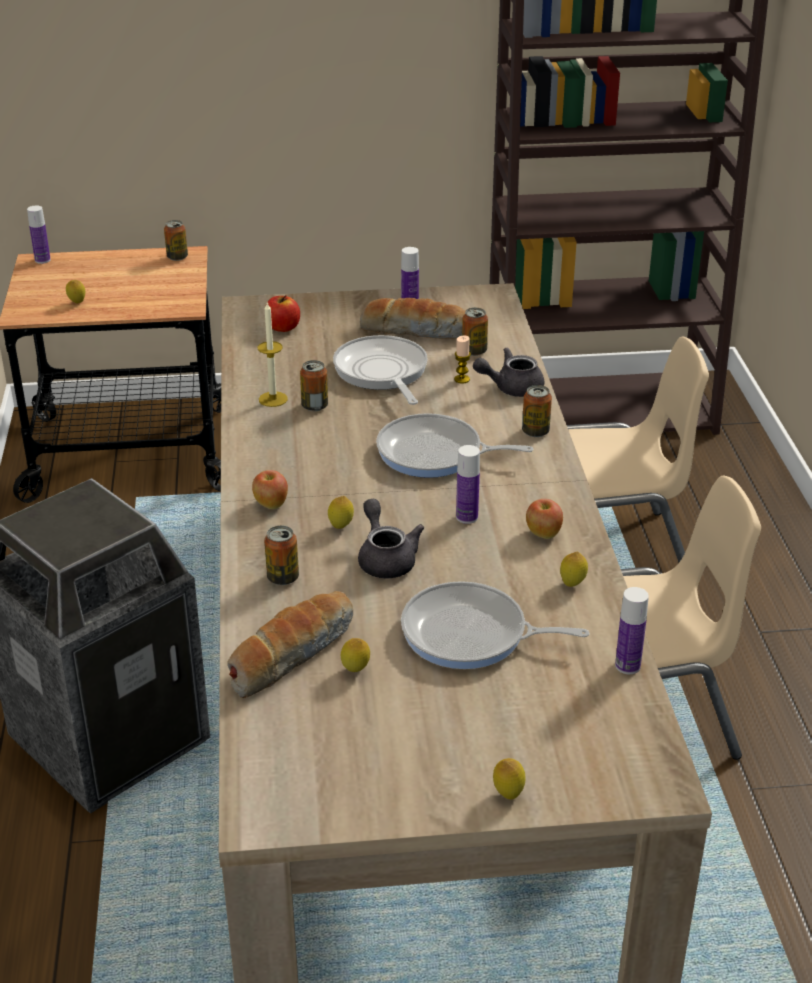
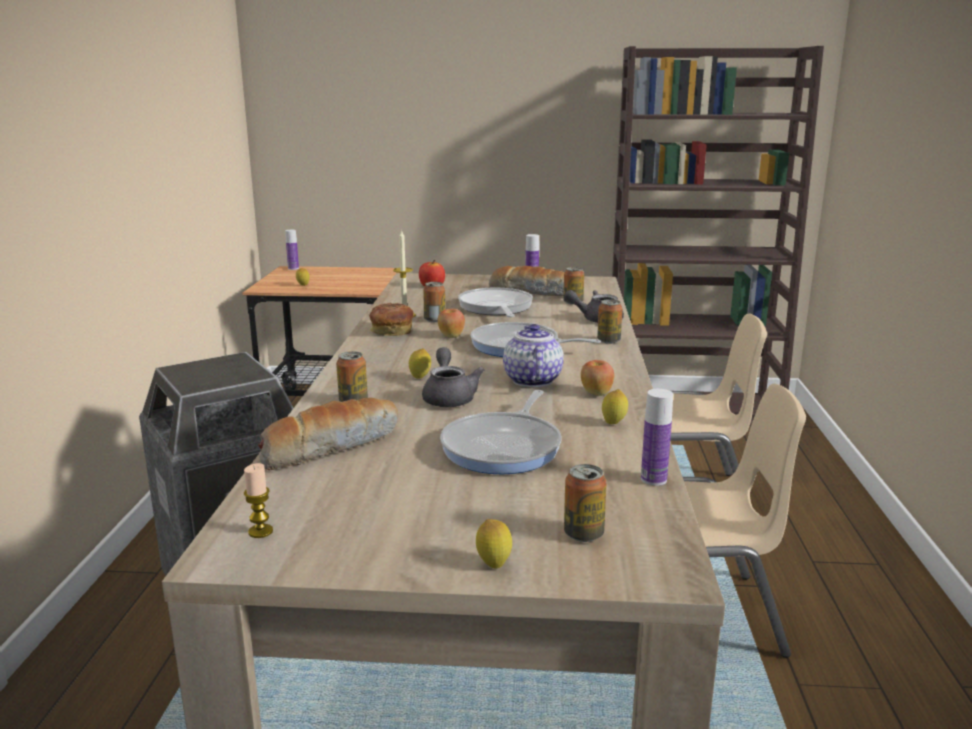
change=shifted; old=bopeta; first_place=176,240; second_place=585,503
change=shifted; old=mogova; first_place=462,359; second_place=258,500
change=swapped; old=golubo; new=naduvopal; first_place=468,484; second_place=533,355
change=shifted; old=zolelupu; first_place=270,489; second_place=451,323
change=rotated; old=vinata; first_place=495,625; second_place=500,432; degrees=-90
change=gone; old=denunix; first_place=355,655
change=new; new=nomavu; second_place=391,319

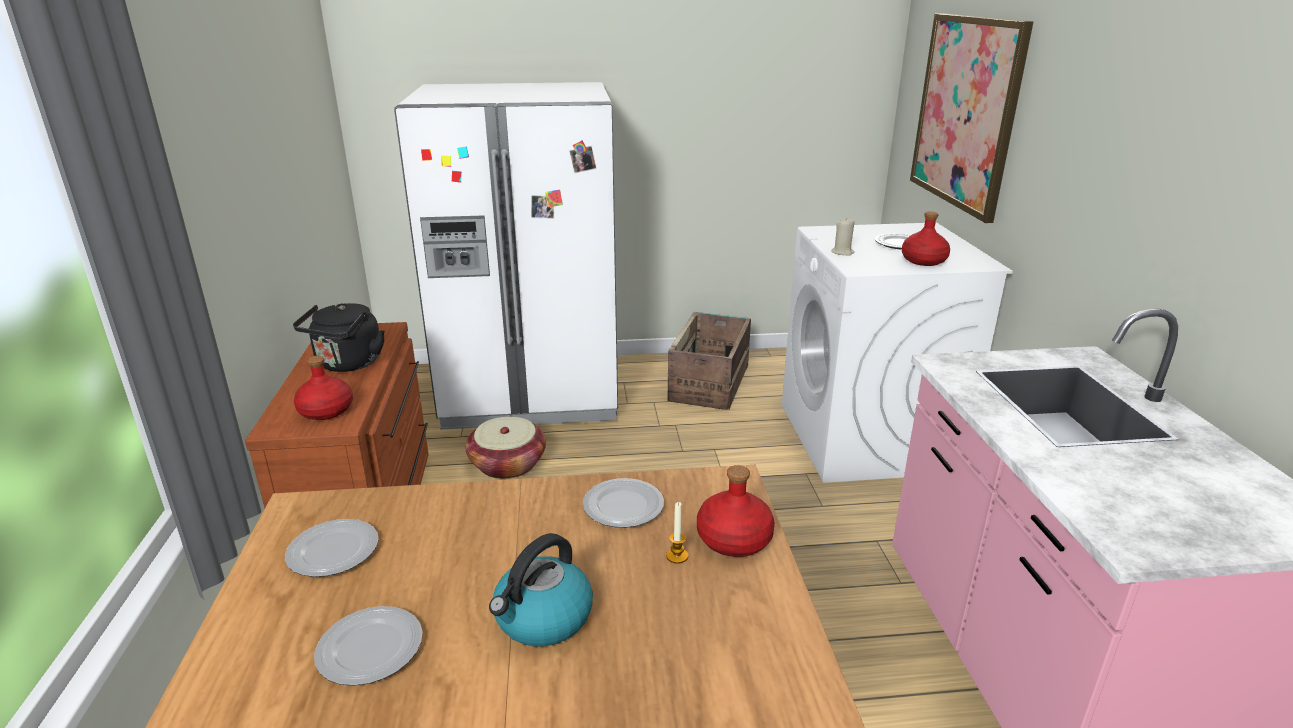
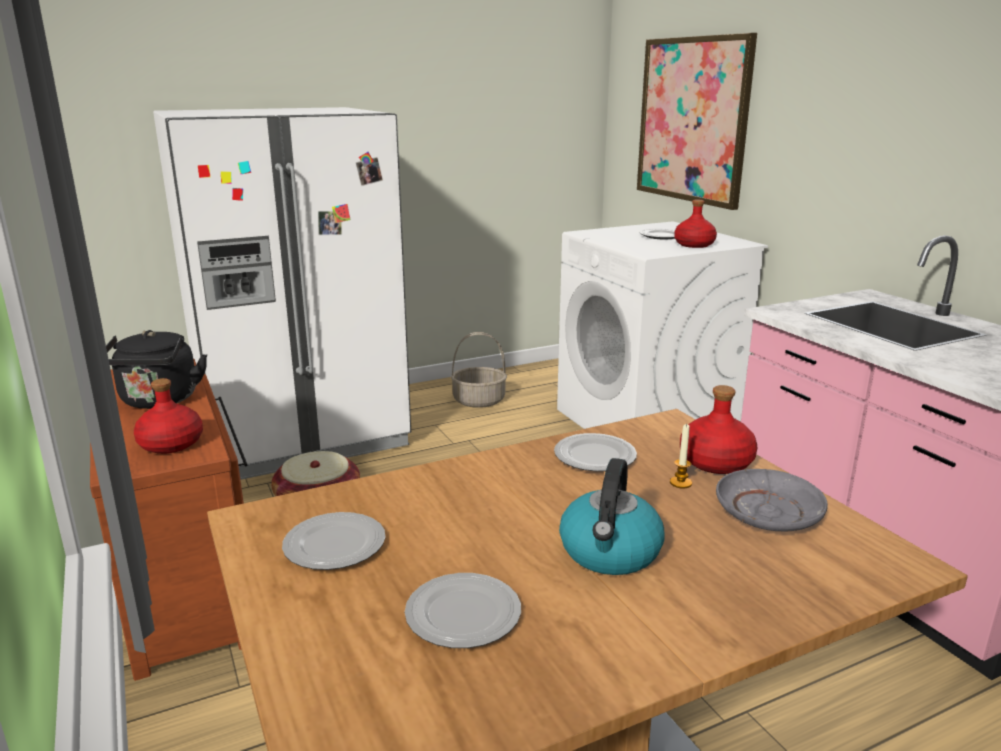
change=gone; old=beige_mogova; first_place=843,237
change=swapped; old=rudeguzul; new=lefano; first_place=709,361; second_place=479,370
change=new; new=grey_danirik; second_place=772,500

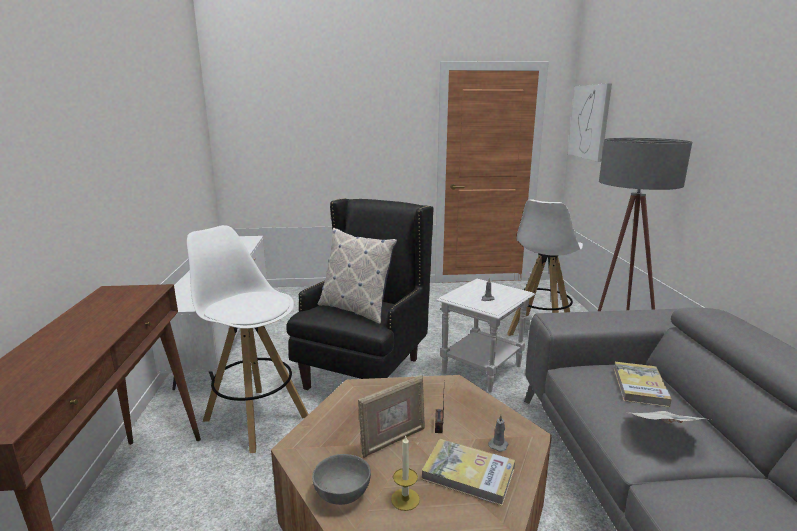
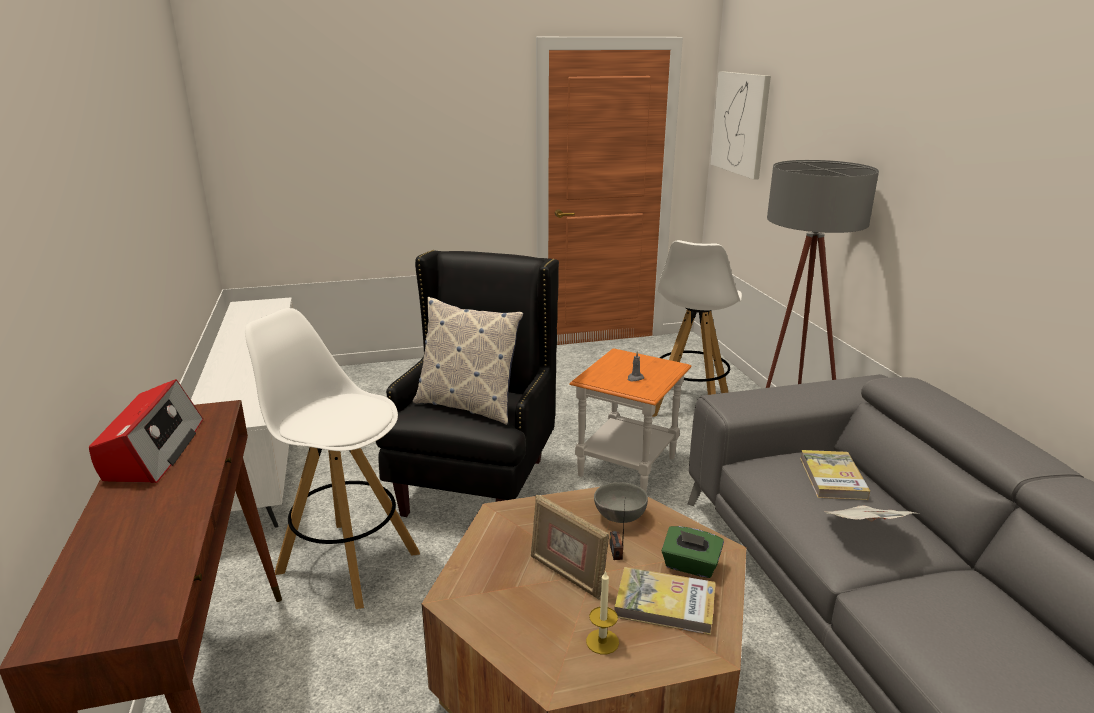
change=repainted; old=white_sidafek; new=orange_sidafek; first_place=485,335; second_place=630,420
change=rotated; old=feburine; first_place=391,416; second_place=570,547; degrees=90
change=swapped; old=grey_mogova; new=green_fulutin; first_place=498,433; second_place=692,552
change=shifted; old=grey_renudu; first_place=341,479; second_place=621,502
change=new; new=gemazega; second_place=146,431

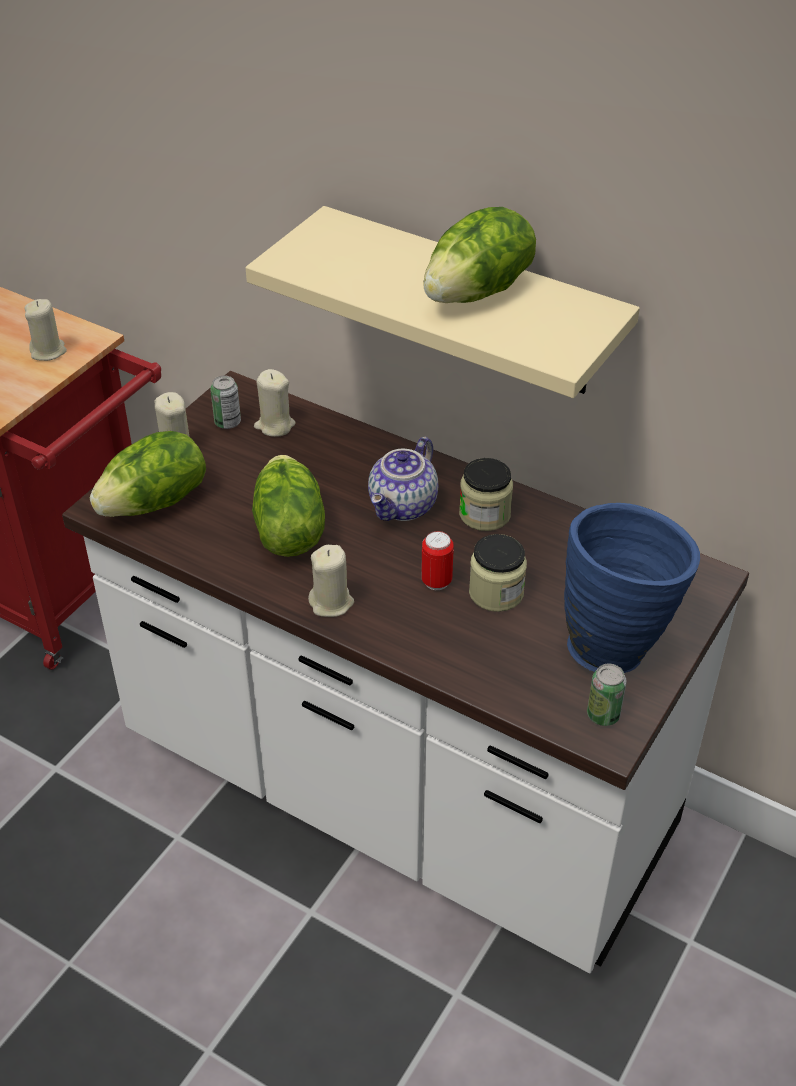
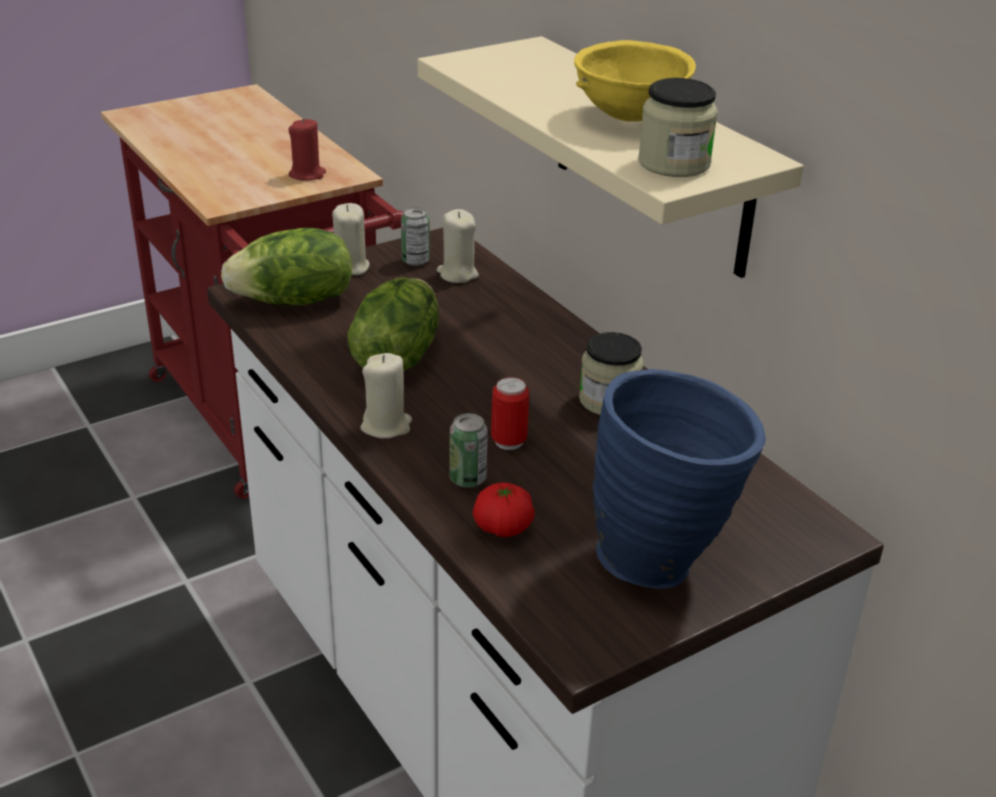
change=swapped; old=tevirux; new=yellow_renudu; first_place=479,255; second_place=635,81
change=repainted; old=beige_mogova; new=red_mogova; first_place=46,330; second_place=307,149
change=gone; old=naduvopal; first_place=403,479
change=shifted; old=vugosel; first_place=498,573; second_place=678,127
change=shifted; old=bopeta; first_place=607,695; second_place=468,450
change=new; new=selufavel; second_place=504,510

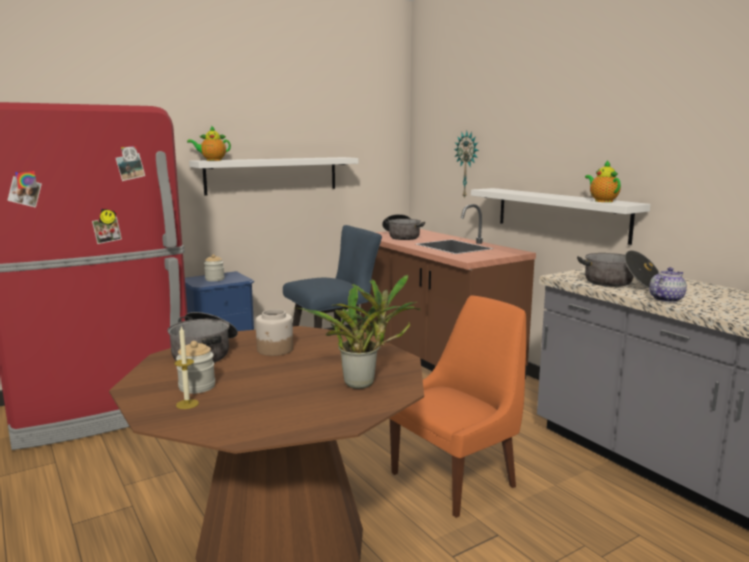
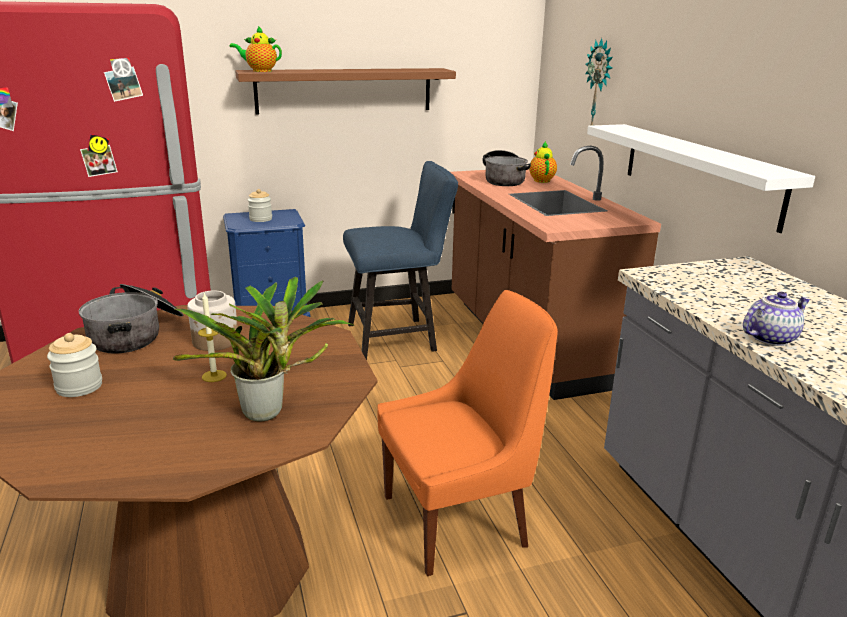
change=repainted; old=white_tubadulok; new=brown_tubadulok; first_place=273,176; second_place=345,91
change=shifted; old=naduvopal; first_place=603,181; second_place=543,162
change=gone; old=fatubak; first_place=618,269
change=shifted; old=mogova; first_place=186,367; second_place=212,337

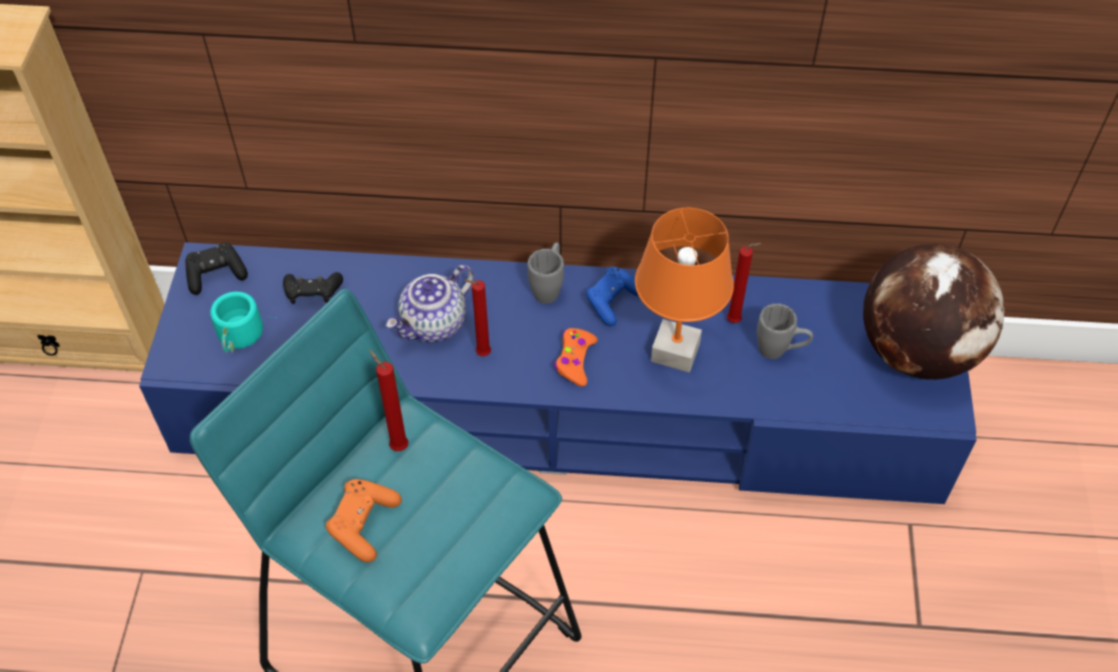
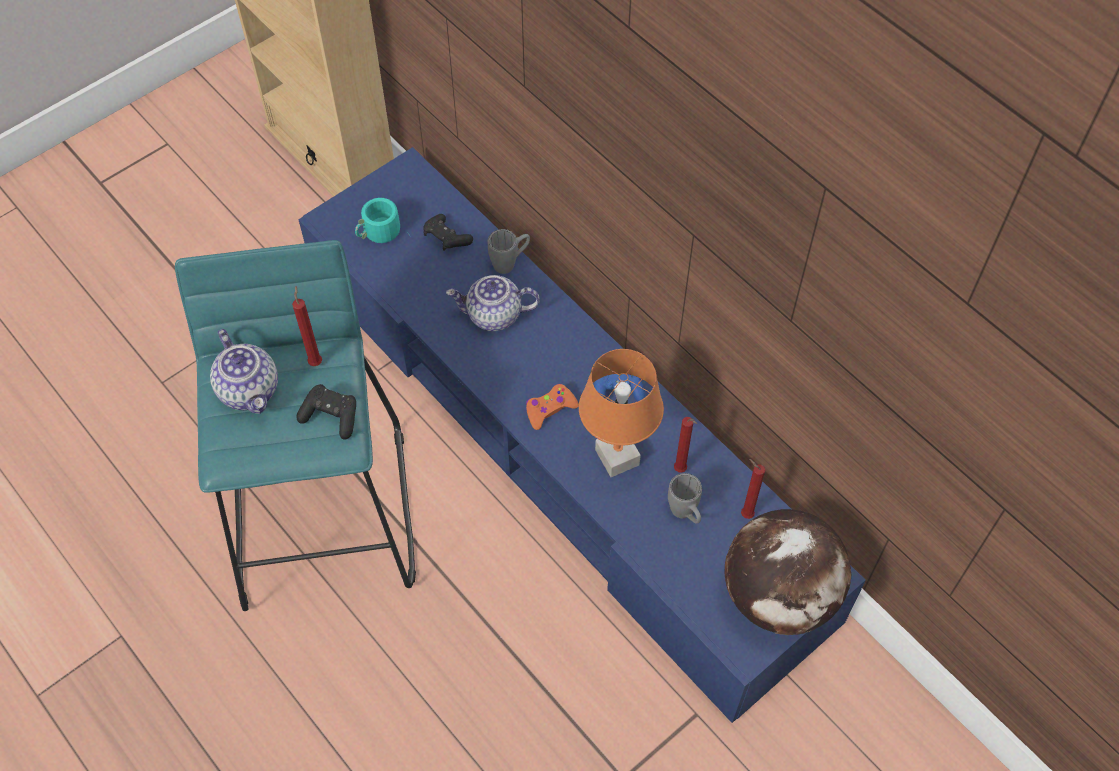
change=shifted; old=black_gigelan; first_place=216,268; second_place=326,411
change=shifted; old=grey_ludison; first_place=546,273; second_place=509,251
change=shifted; old=red_mogova; first_place=477,317; second_place=753,489
change=swapped; old=orange_gigelan; new=naduvopal; first_place=364,520; second_place=244,371

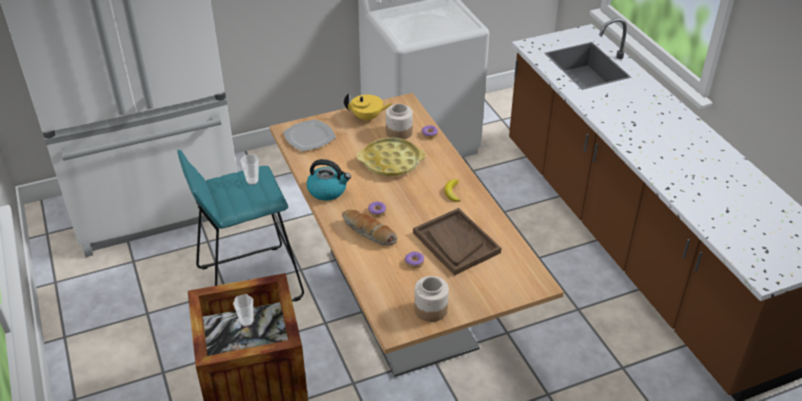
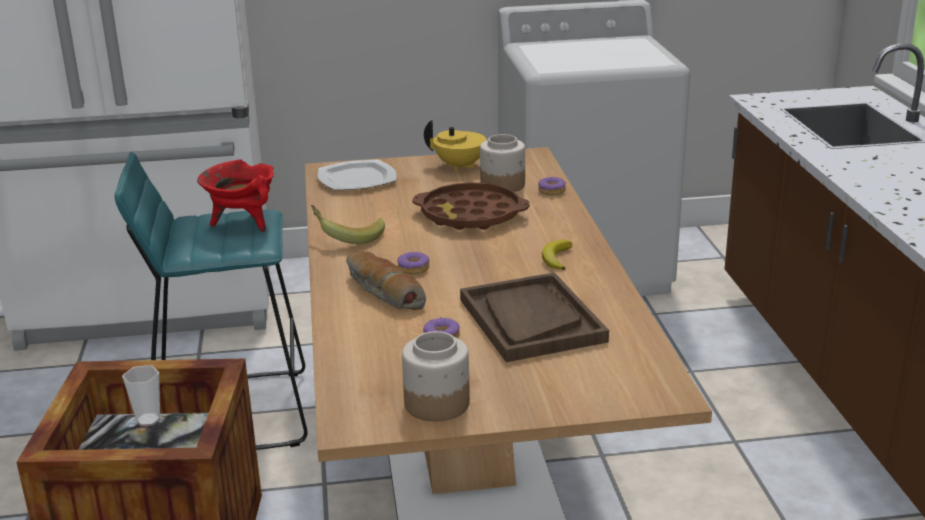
change=repainted; old=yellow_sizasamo; new=brown_sizasamo; first_place=391,157; second_place=470,206
change=swapped; old=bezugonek; new=red_fatubak; first_place=249,169; second_place=235,195
change=swapped; old=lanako; new=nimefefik; first_place=329,180; second_place=348,224

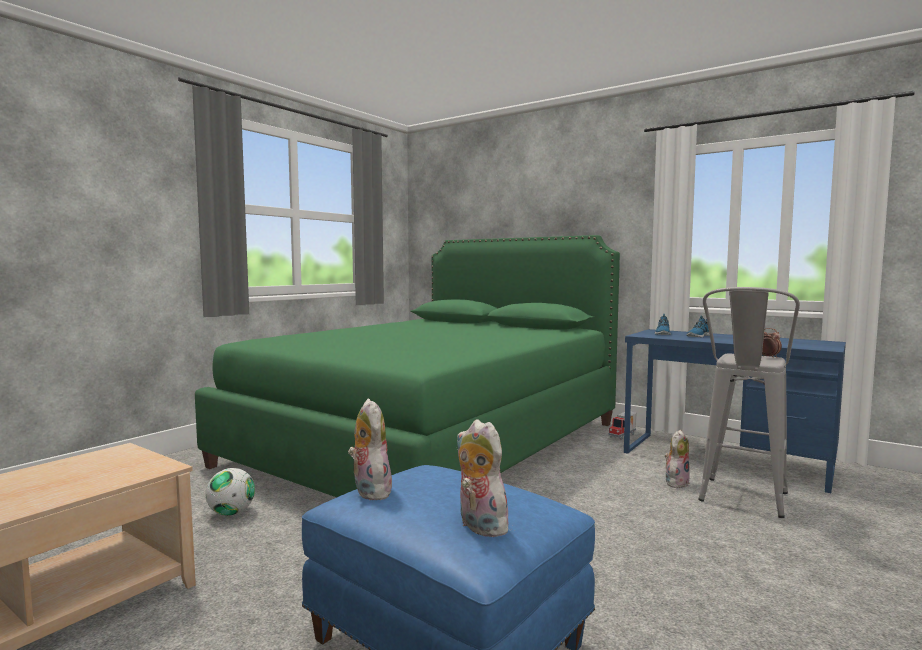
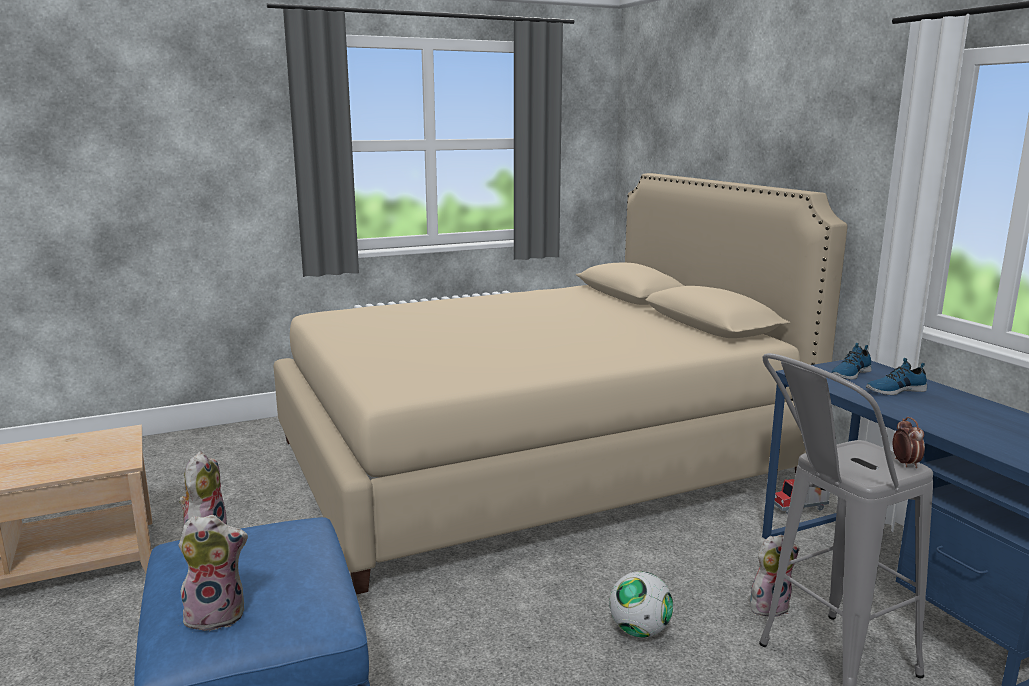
change=repainted; old=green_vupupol; new=beige_vupupol; first_place=407,366; second_place=560,383
change=rotated; old=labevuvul; first_place=482,478; second_place=213,573; degrees=90
change=shifted; old=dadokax; first_place=230,492; second_place=641,604

